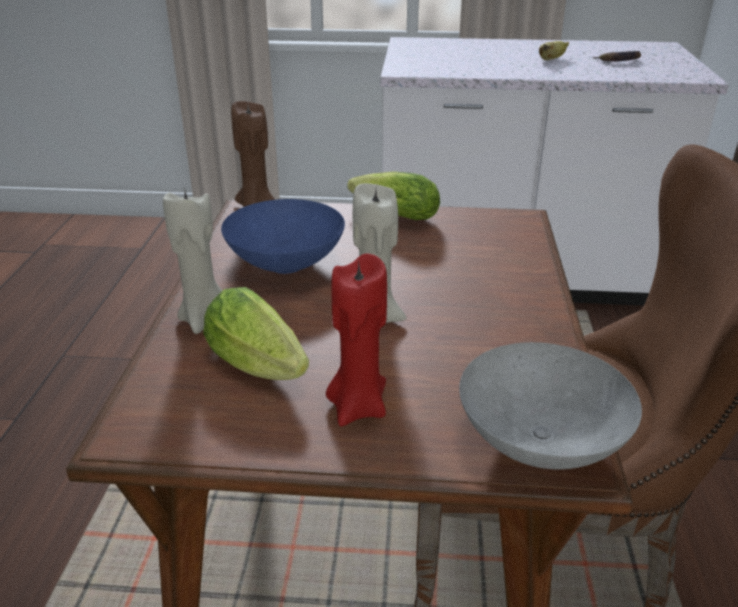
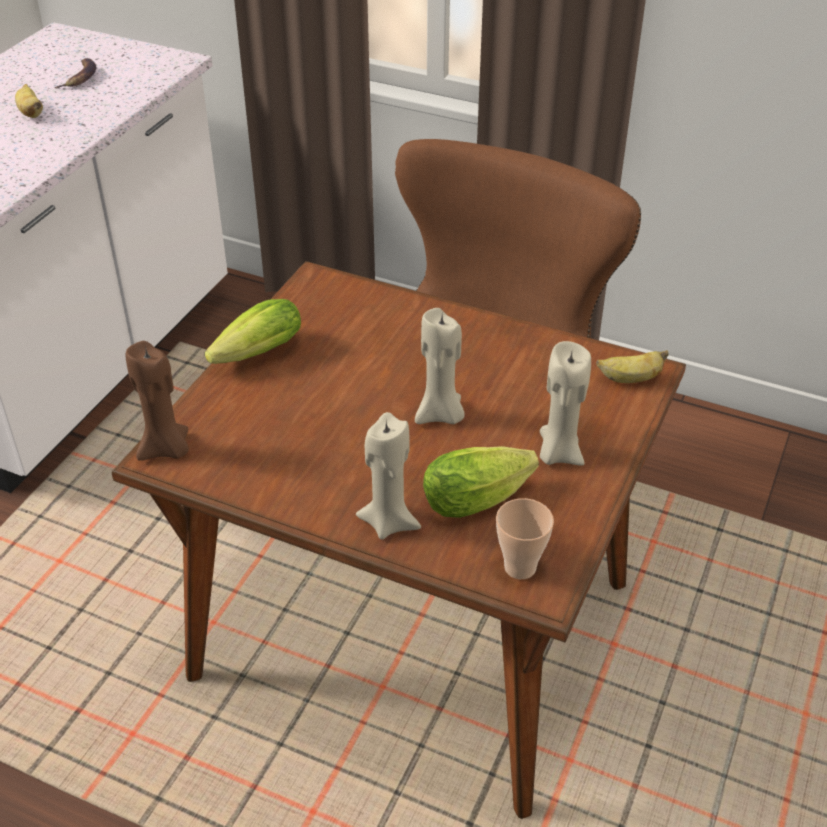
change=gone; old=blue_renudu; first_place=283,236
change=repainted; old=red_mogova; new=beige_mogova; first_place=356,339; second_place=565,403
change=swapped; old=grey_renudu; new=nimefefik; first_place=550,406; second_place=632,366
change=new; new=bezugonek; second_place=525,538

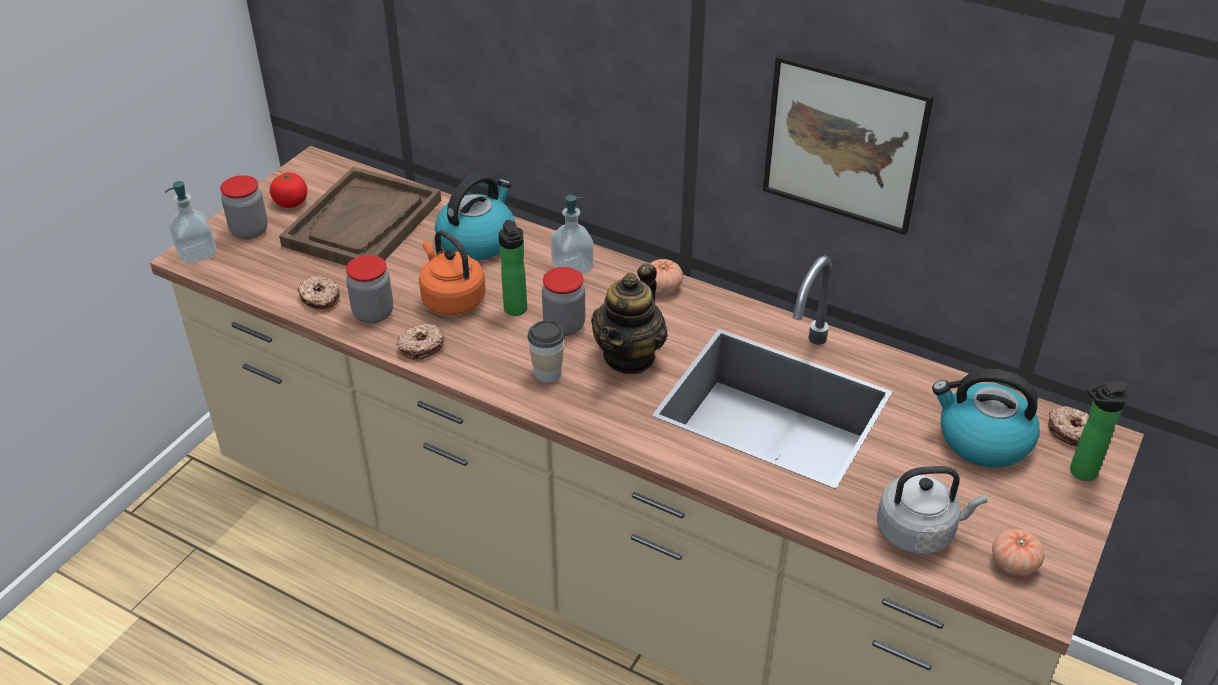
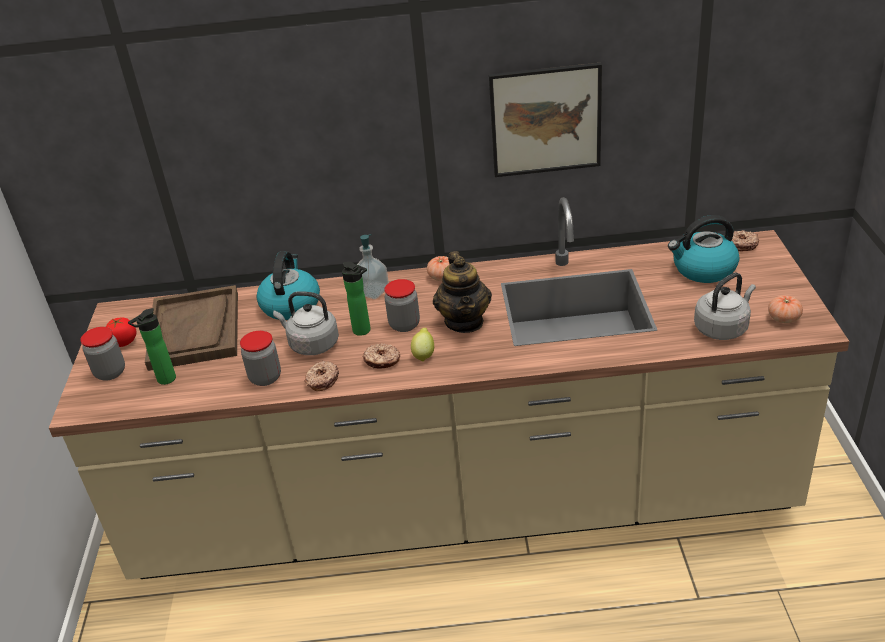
change=gone; old=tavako; first_place=190,222
change=repainted; old=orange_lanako; new=grey_lanako; first_place=452,272; second_place=306,323
change=shifted; old=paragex; first_place=319,292; second_place=381,356
change=swapped; old=bezugonek; new=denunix; first_place=546,352; second_place=422,345
change=shifted; old=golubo; first_place=1098,431; second_place=152,346

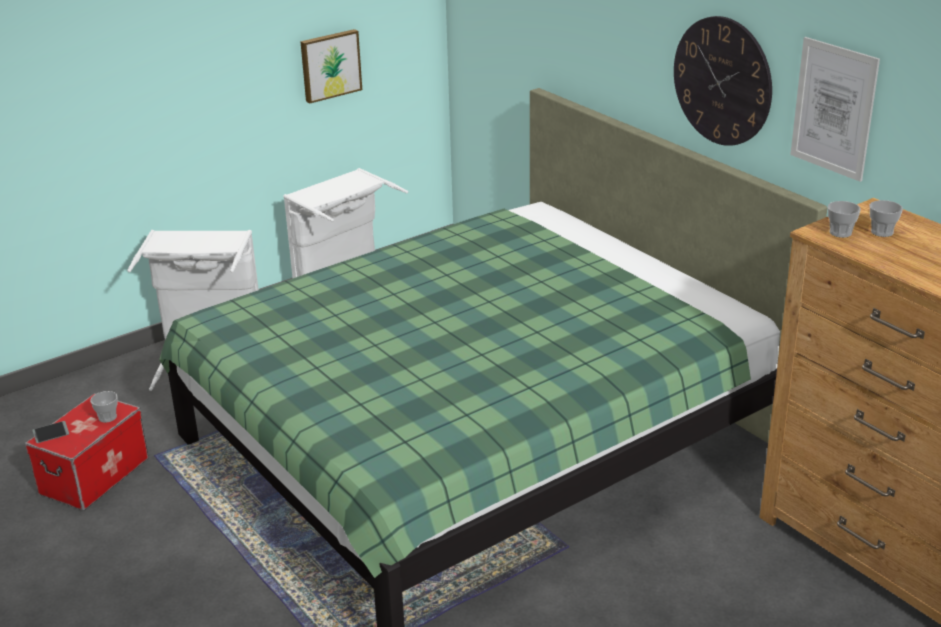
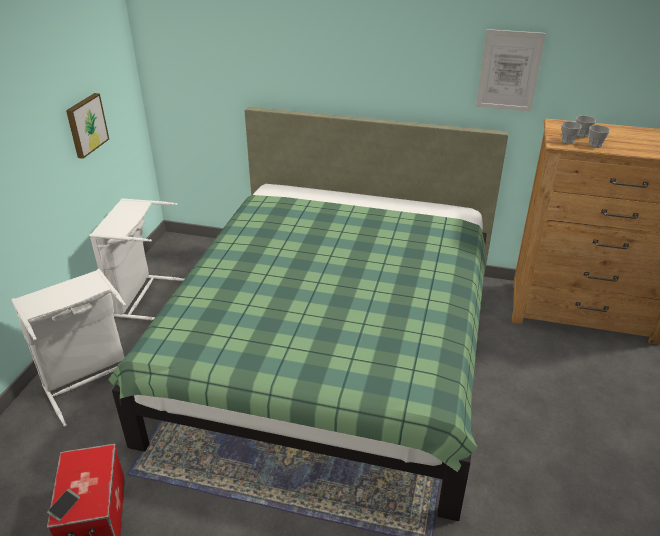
change=gone; old=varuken; first_place=723,81
change=shifted; old=bezugonek; first_place=104,407; second_place=599,136

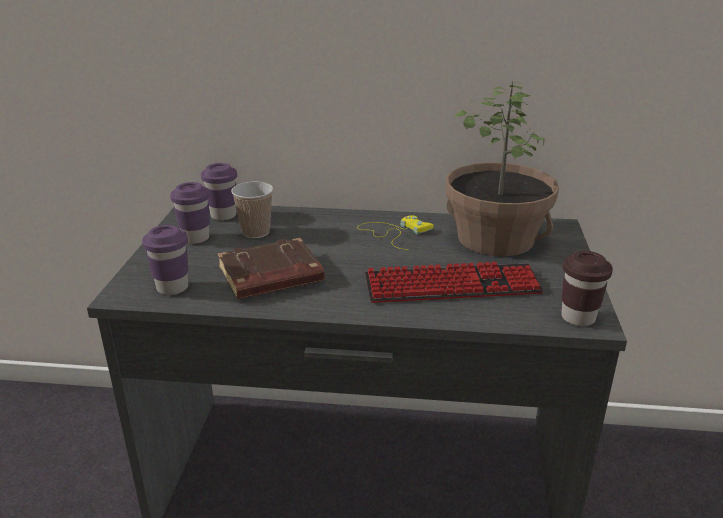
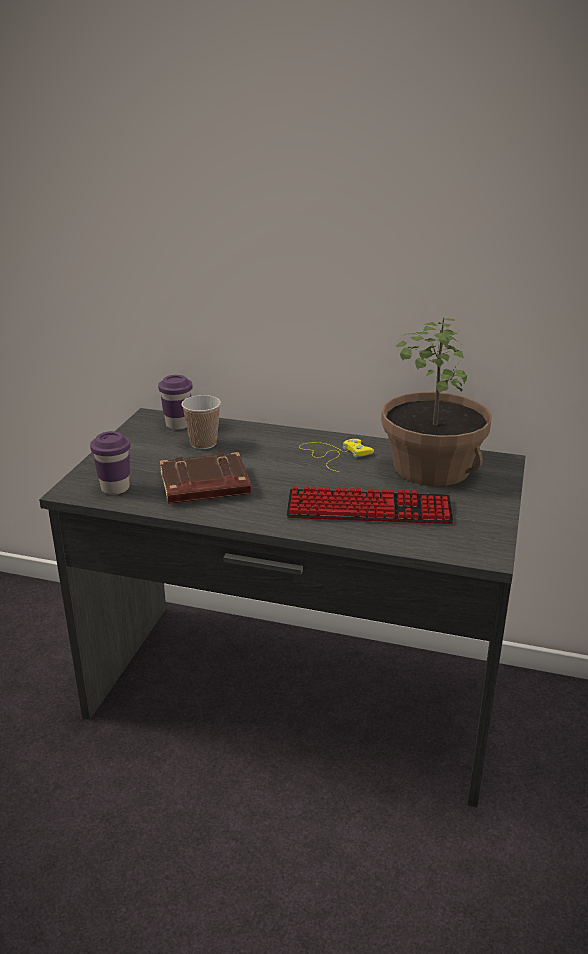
change=gone; old=purple_bezugonek; first_place=190,213
change=gone; old=brown_bezugonek; first_place=587,288

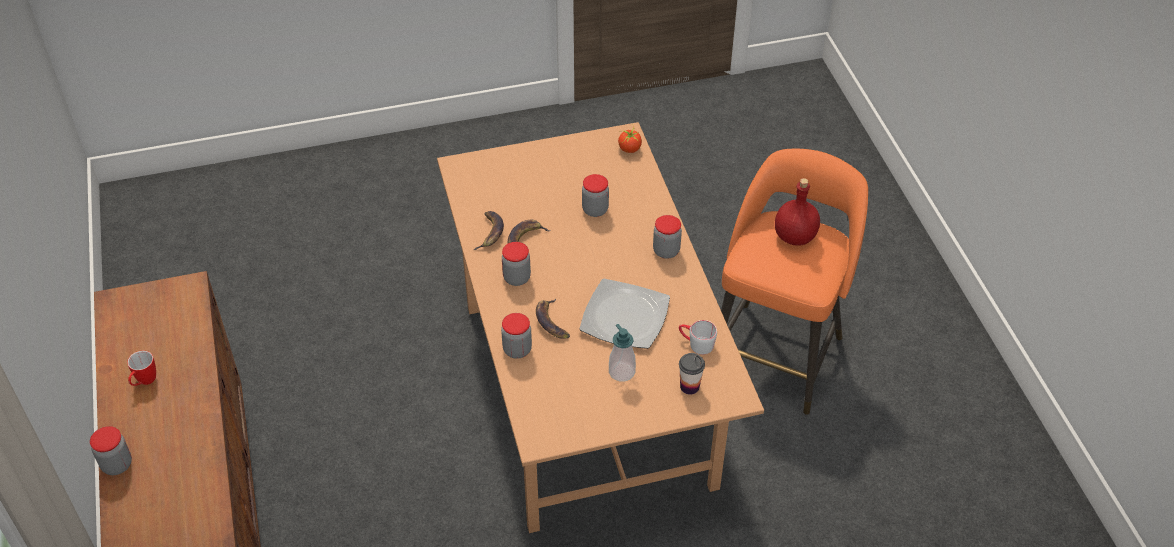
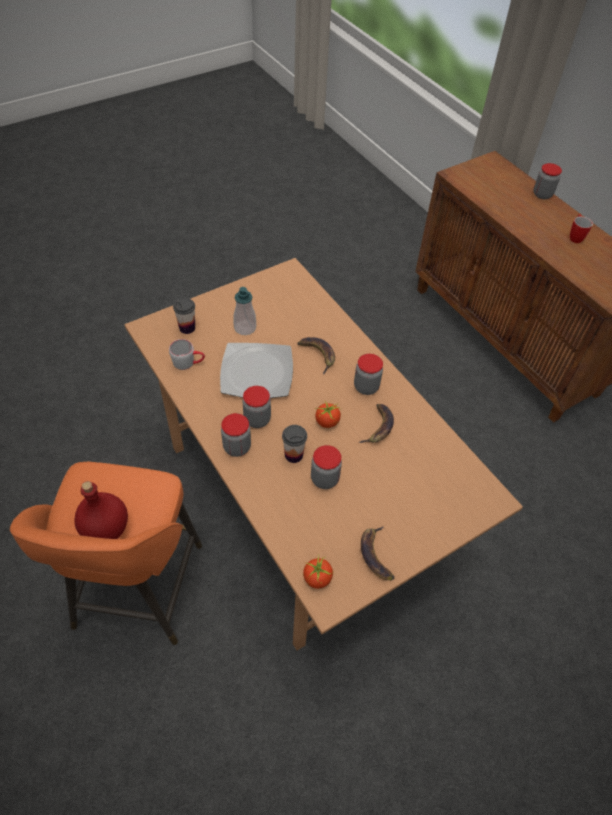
change=shifted; old=nimefefik; first_place=488,230; second_place=377,553
change=shifted; old=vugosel; first_place=516,336; second_place=257,407
change=new; new=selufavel; second_place=327,414
change=new; new=bezugonek; second_place=294,444

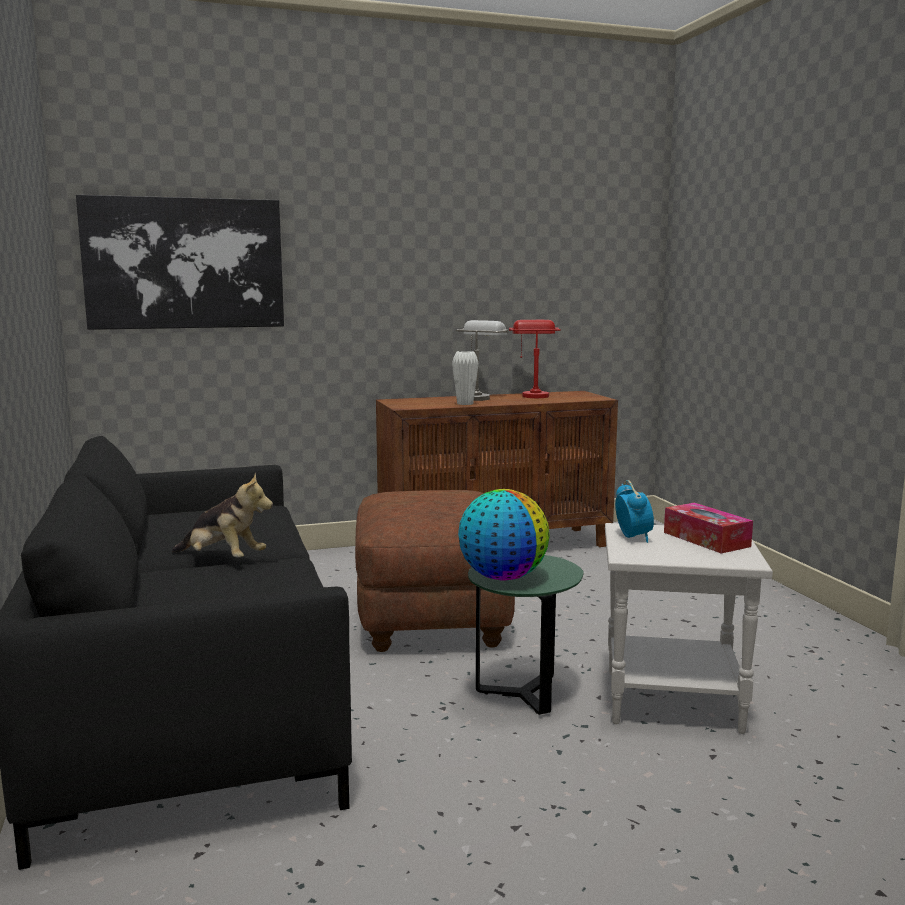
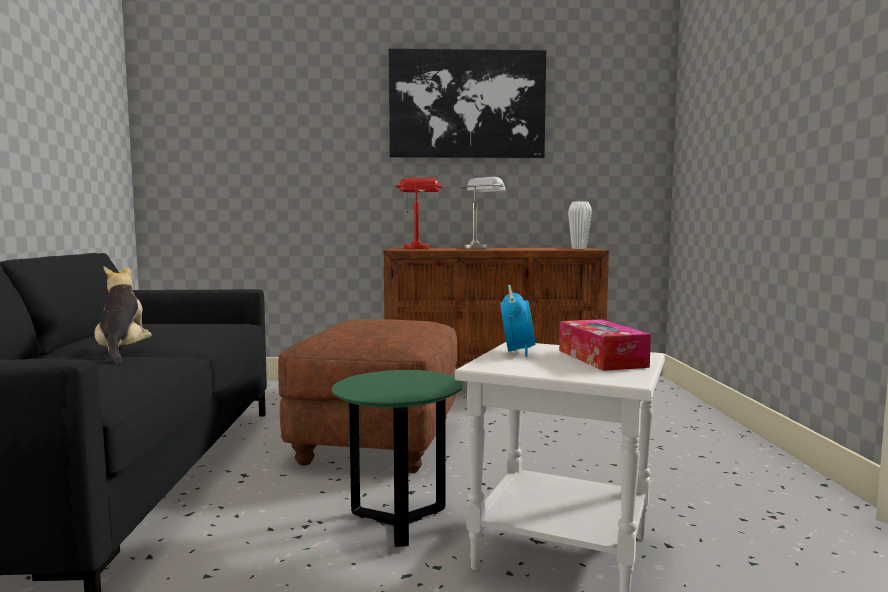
change=shifted; old=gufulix; first_place=180,262; second_place=468,103
change=shifted; old=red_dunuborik; first_place=535,359; second_place=418,213
change=shifted; old=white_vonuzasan; first_place=465,378; second_place=580,225
change=rotated; old=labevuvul; first_place=222,515; second_place=123,315; degrees=-150
change=gone; old=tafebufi; first_place=504,535

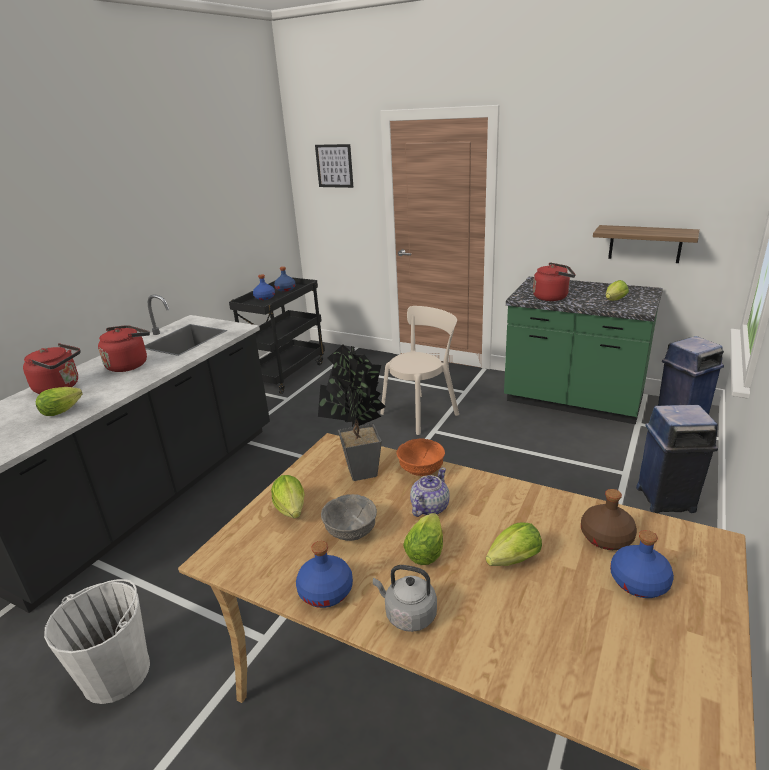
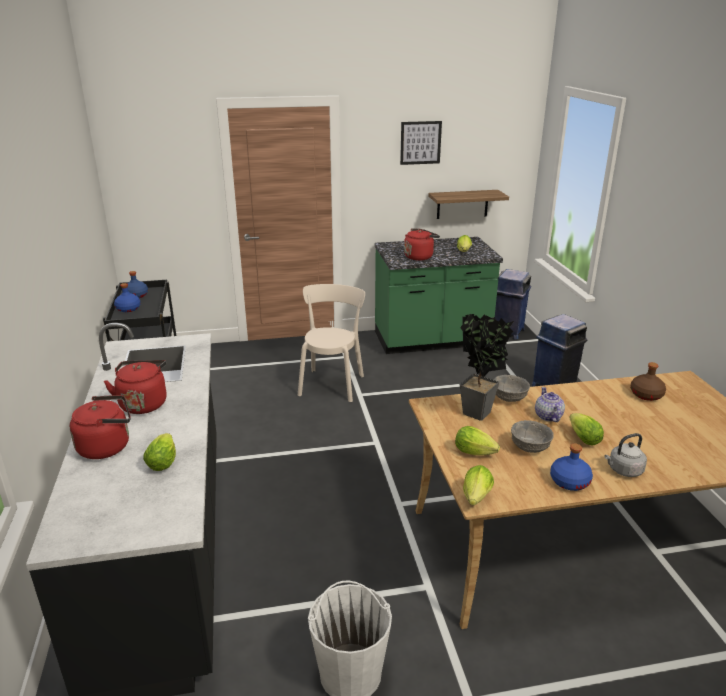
change=shifted; old=gufulix; first_place=334,166; second_place=421,143
change=repainted; old=orange_renudu; new=grey_renudu; first_place=421,457; second_place=512,388
change=shifted; old=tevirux; first_place=514,544; second_place=478,485
change=gone; old=blue_golubo; first_place=642,564

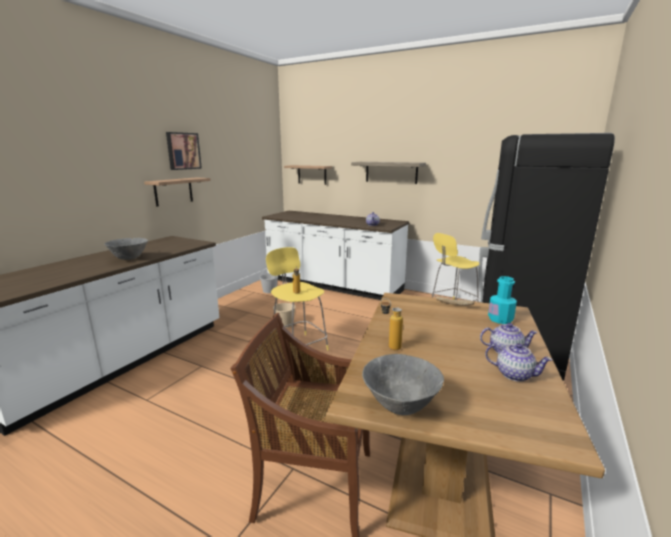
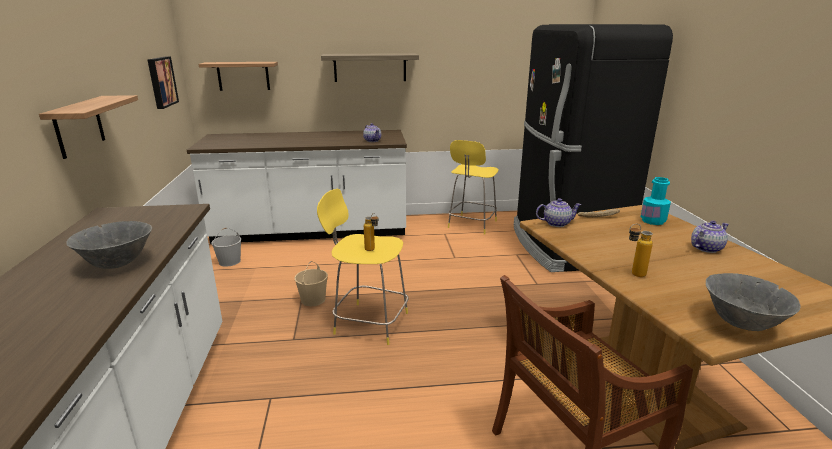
change=shifted; old=gufulix; first_place=184,151; second_place=163,82
change=shifted; old=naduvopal; first_place=518,362; second_place=558,212

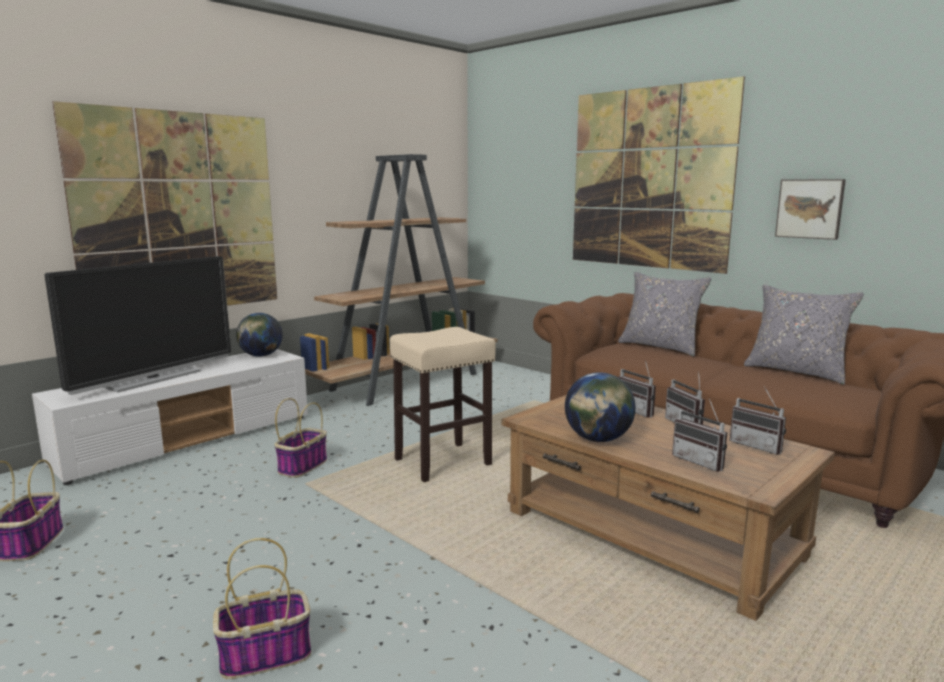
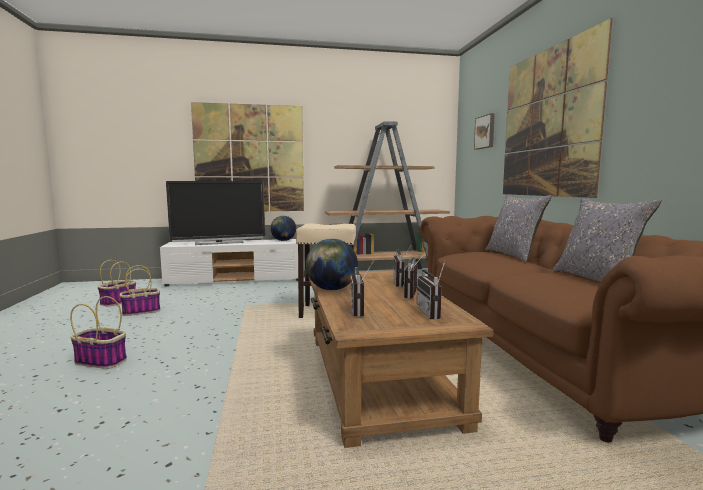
change=shifted; old=gufulix; first_place=810,209; second_place=484,131
change=shifted; old=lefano; first_place=300,438; second_place=140,290

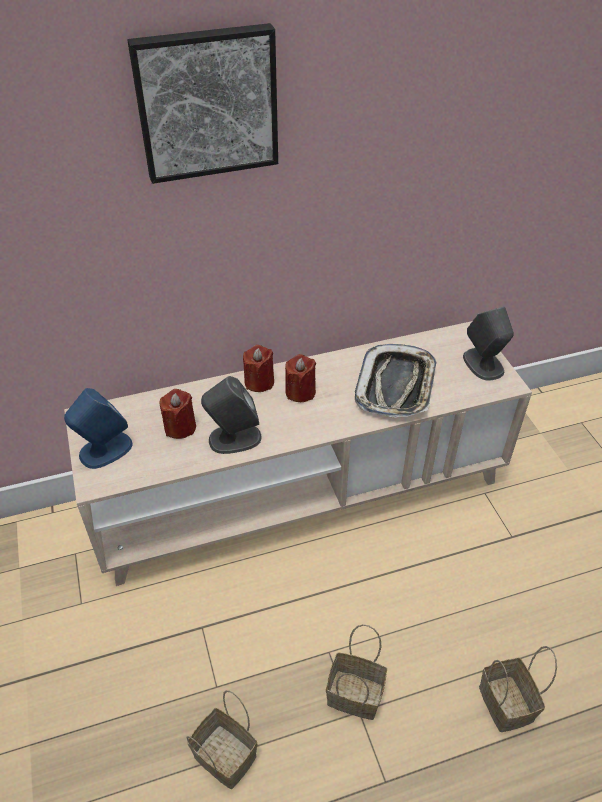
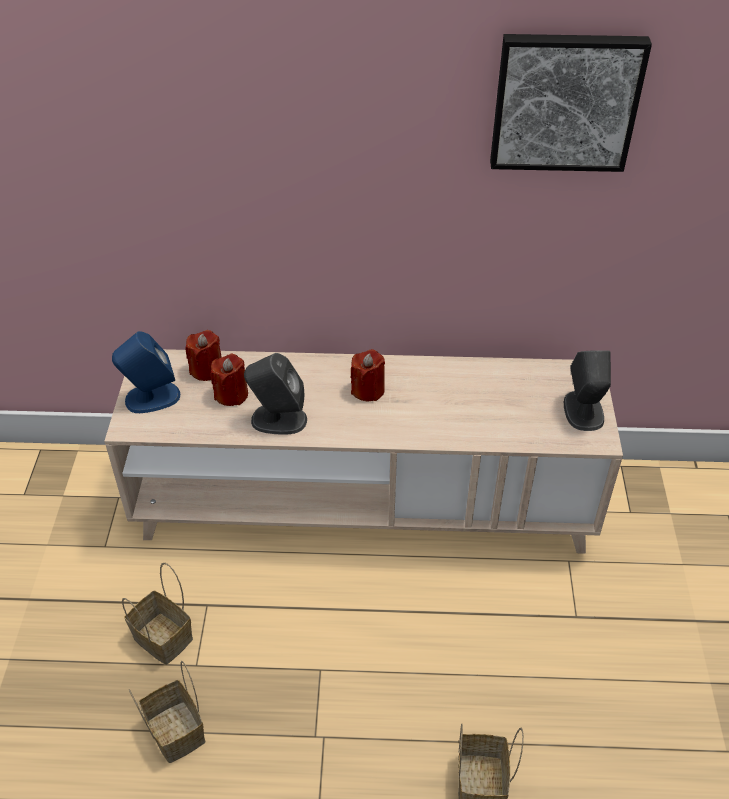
change=shifted; old=gufulix; first_place=202,103; second_place=571,103
change=gone; old=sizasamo; first_place=396,381
change=shifted; old=red_mogova; first_place=258,368; second_place=203,355
change=shifted; old=lefano; first_place=356,672; second_place=157,614

